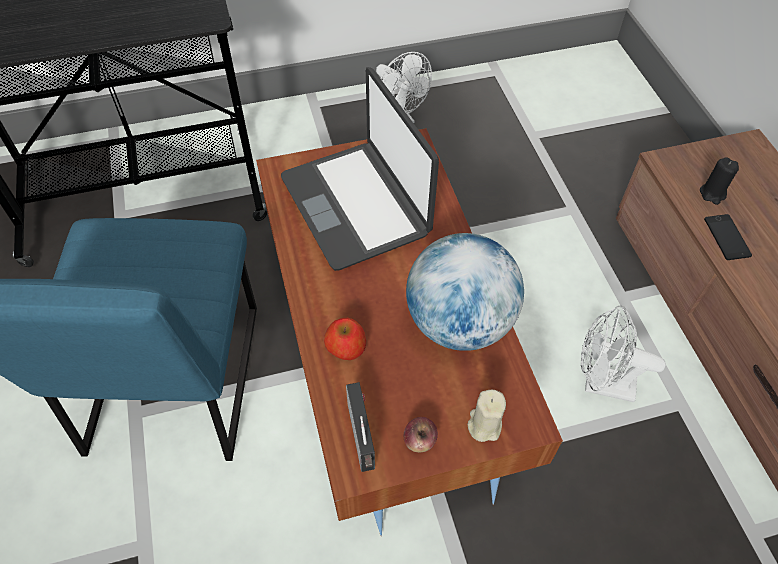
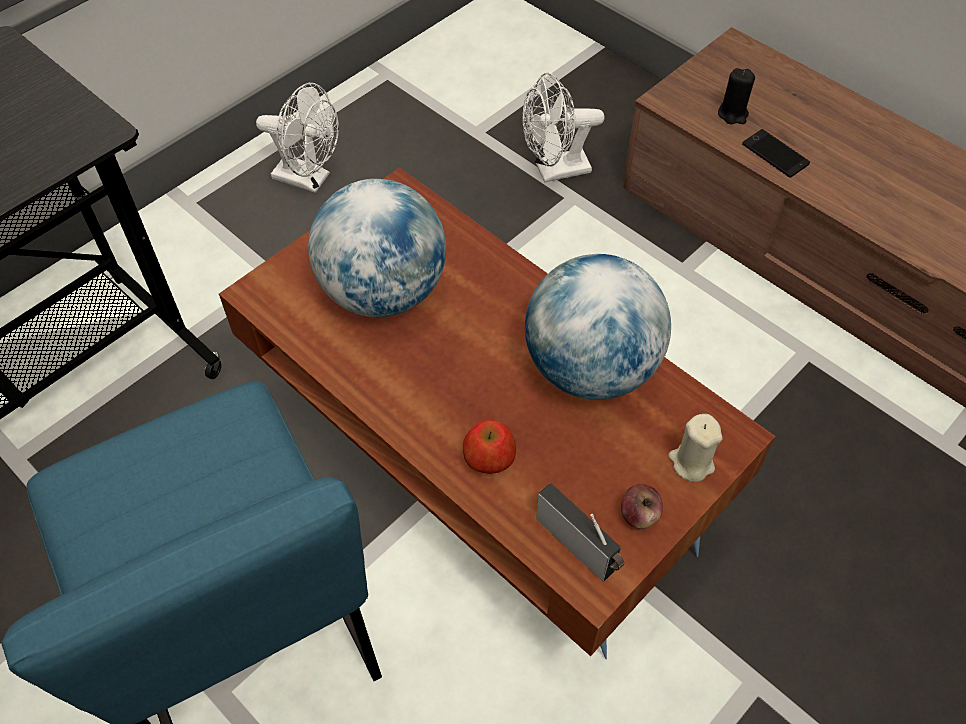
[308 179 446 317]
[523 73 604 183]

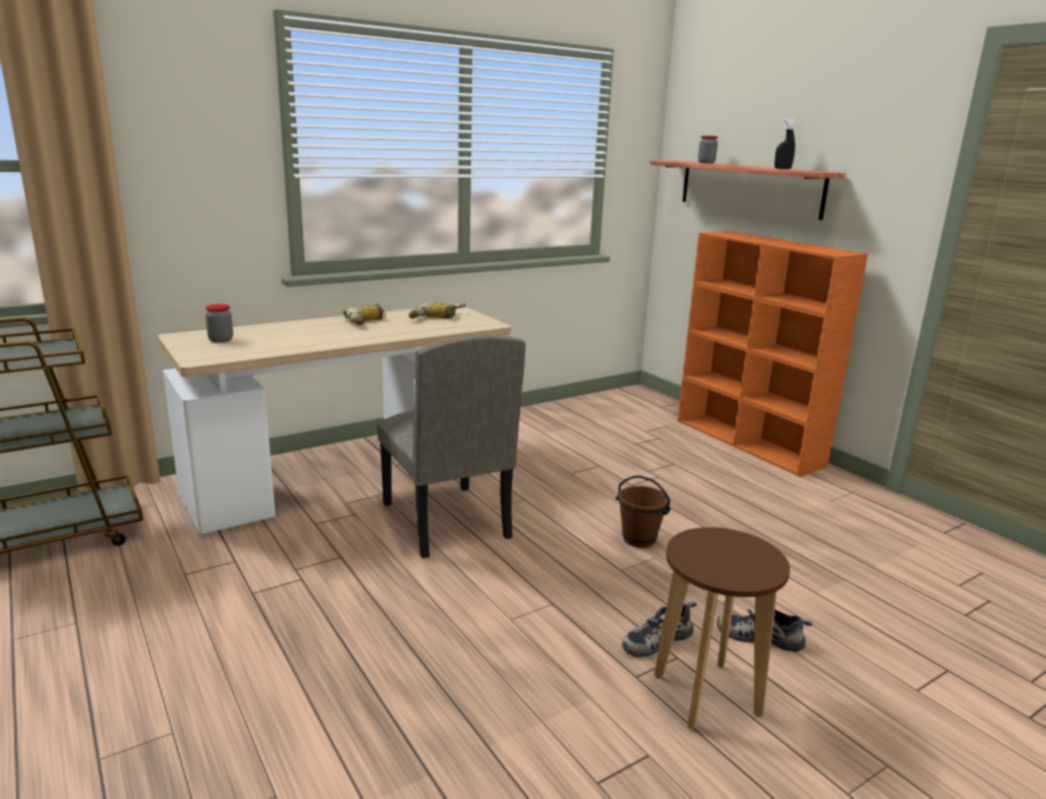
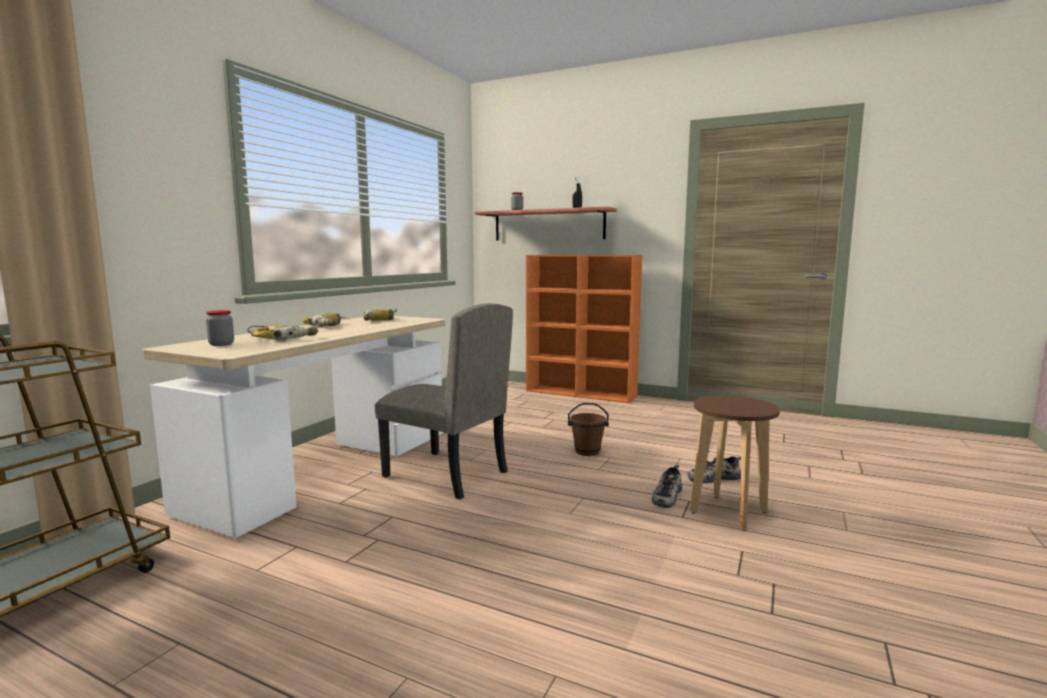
[247 324 319 340]

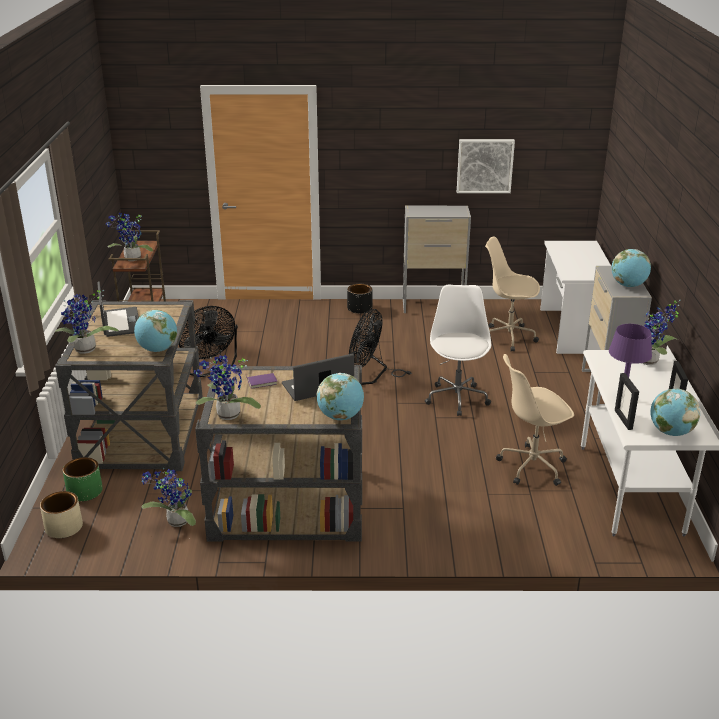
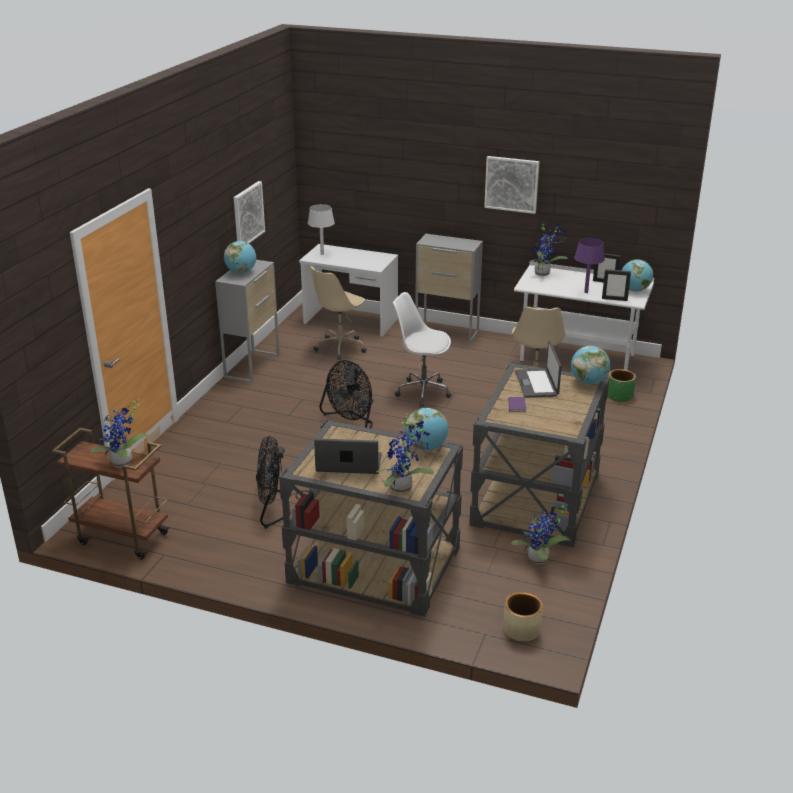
[607 369 636 402]
[194 355 261 420] (first image)
[347 284 373 314] (first image)
[224 241 256 274]
[308 204 335 255]
[484 156 540 214]

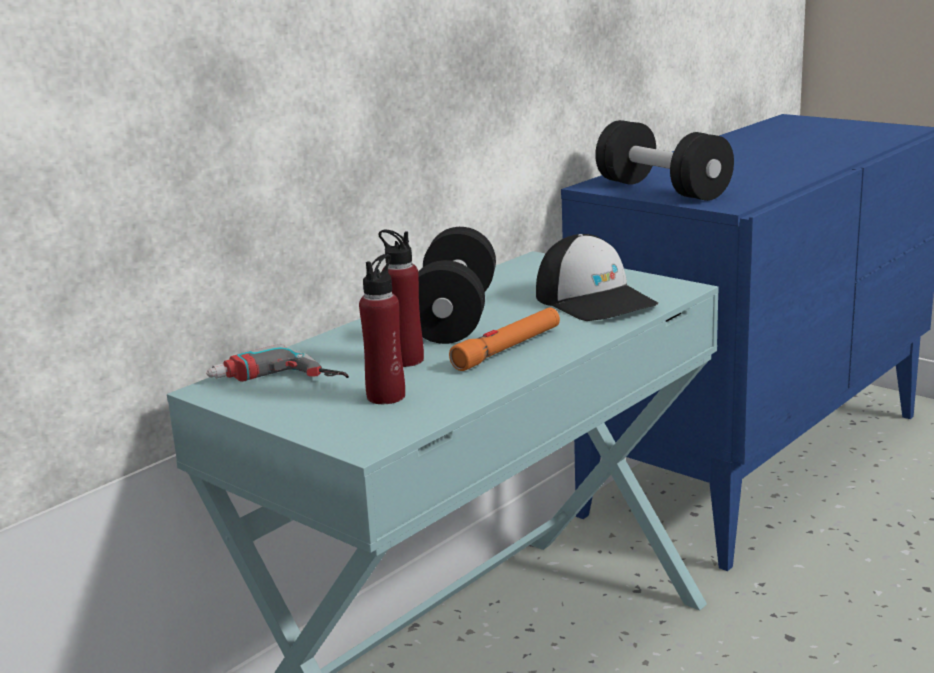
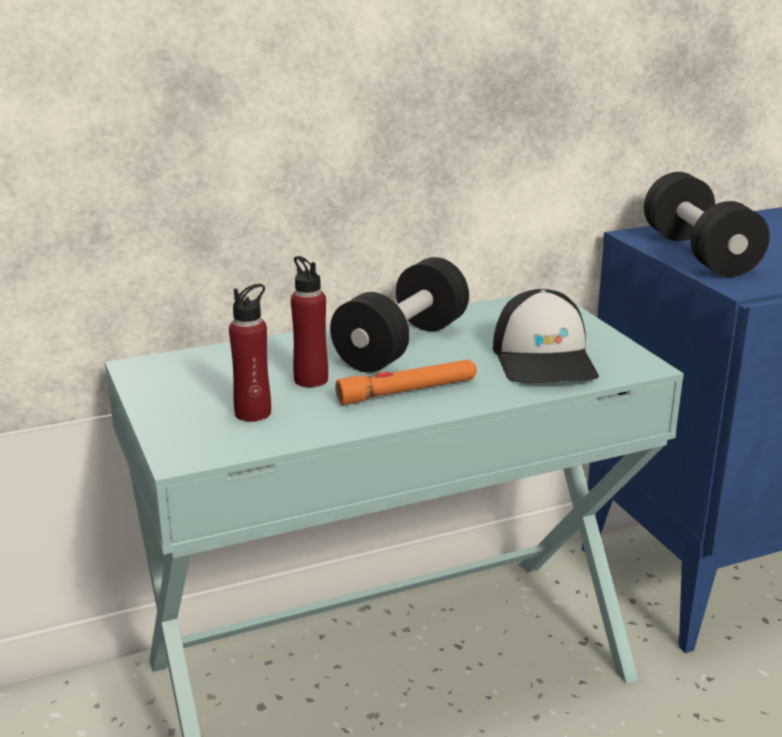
[206 344 349 382] (first image)

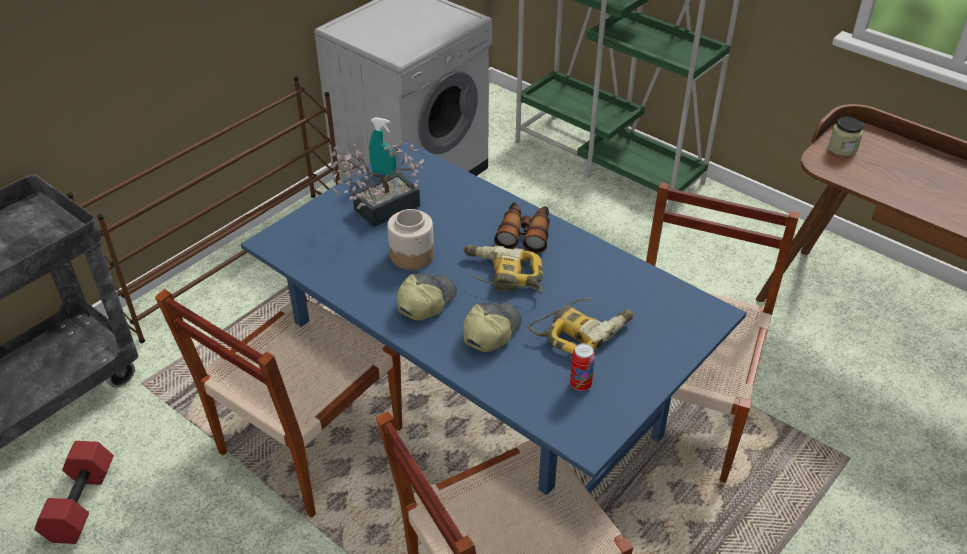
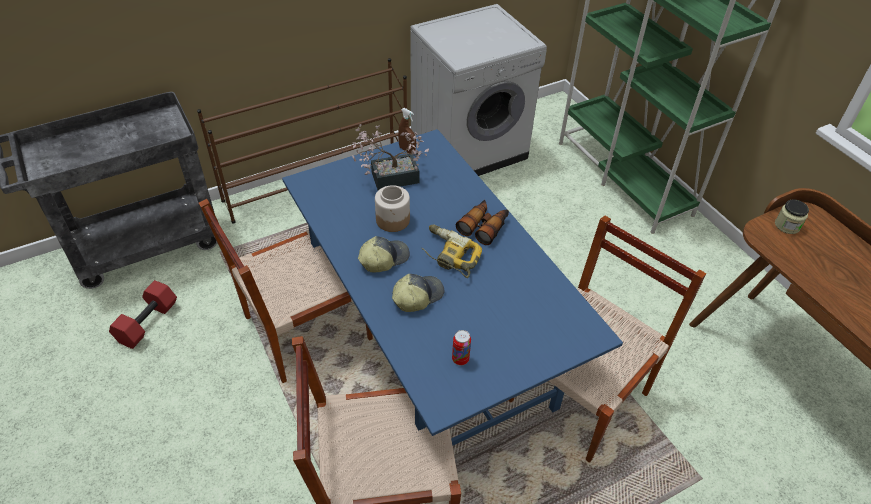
[398 108 416 153]
[529 298 633 354] (first image)

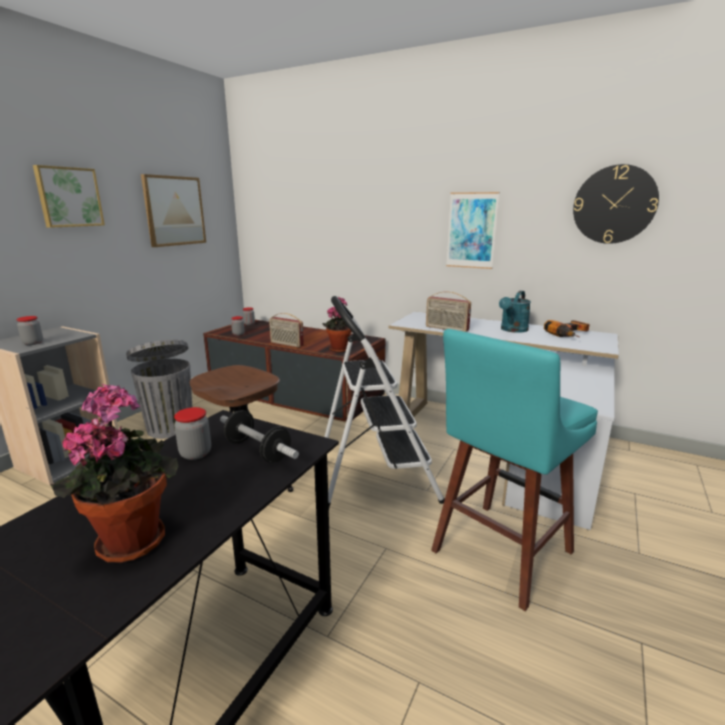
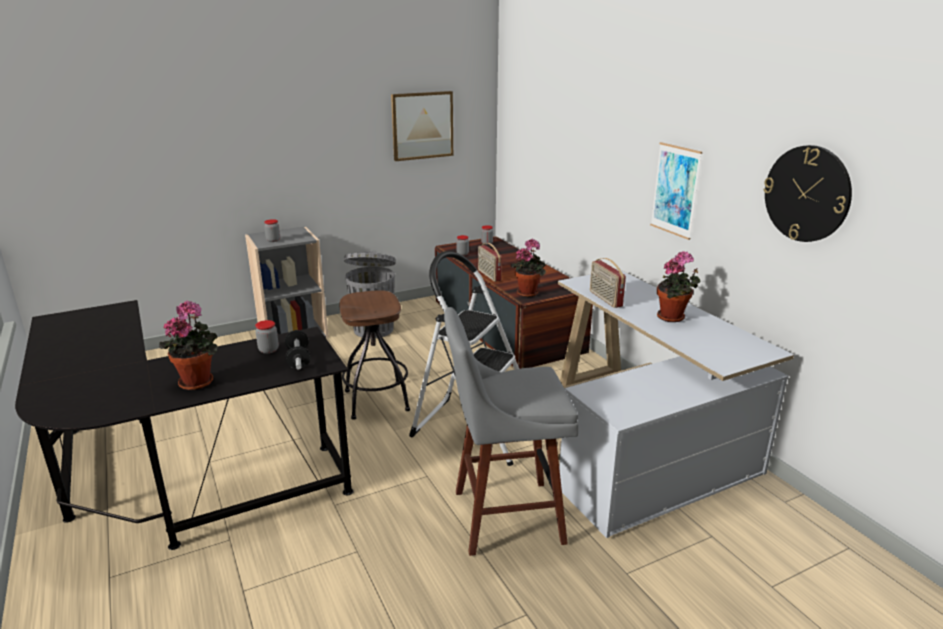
[33 165 105 228] (first image)
[444 307 578 556]
[657 251 701 322]
[544 320 590 338] (first image)

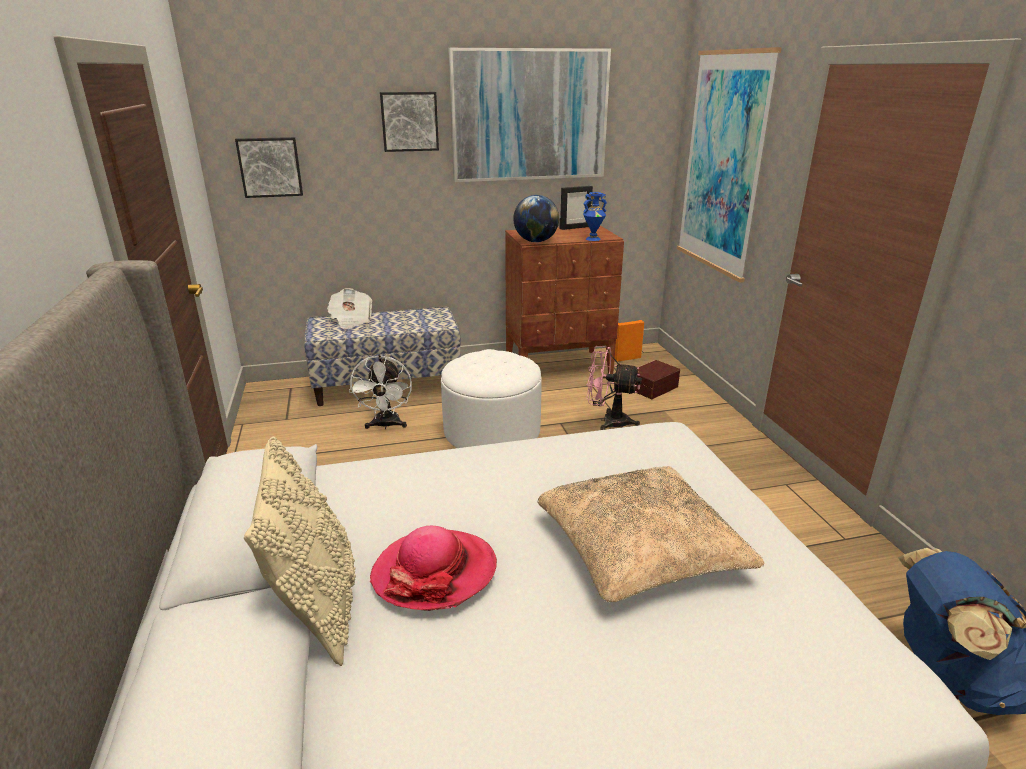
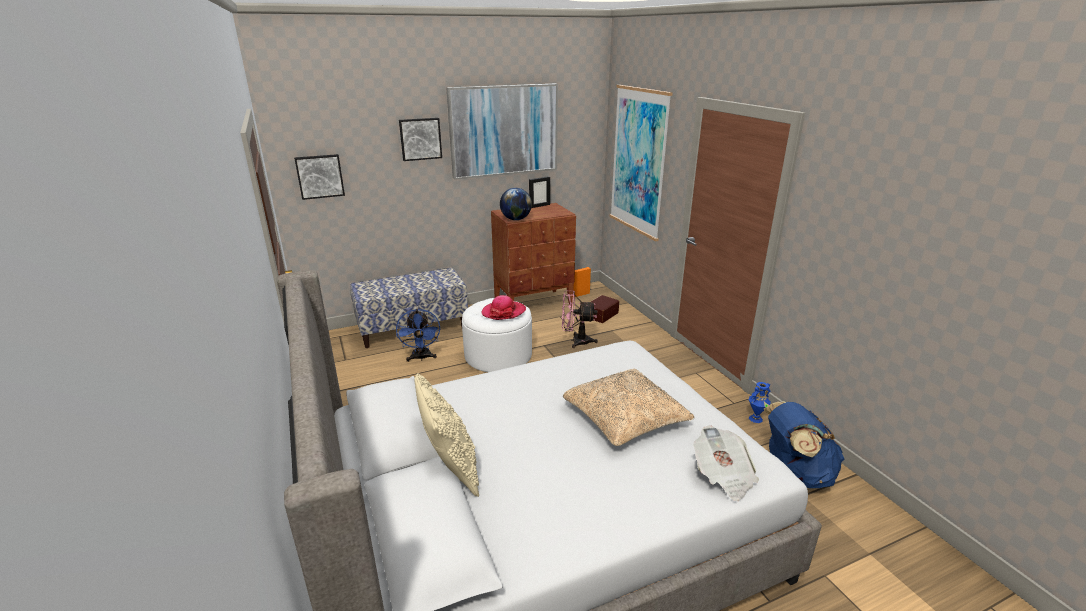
[693 425 759 501]
[396 309 441 362]
[481 295 526 320]
[749 382 771 423]

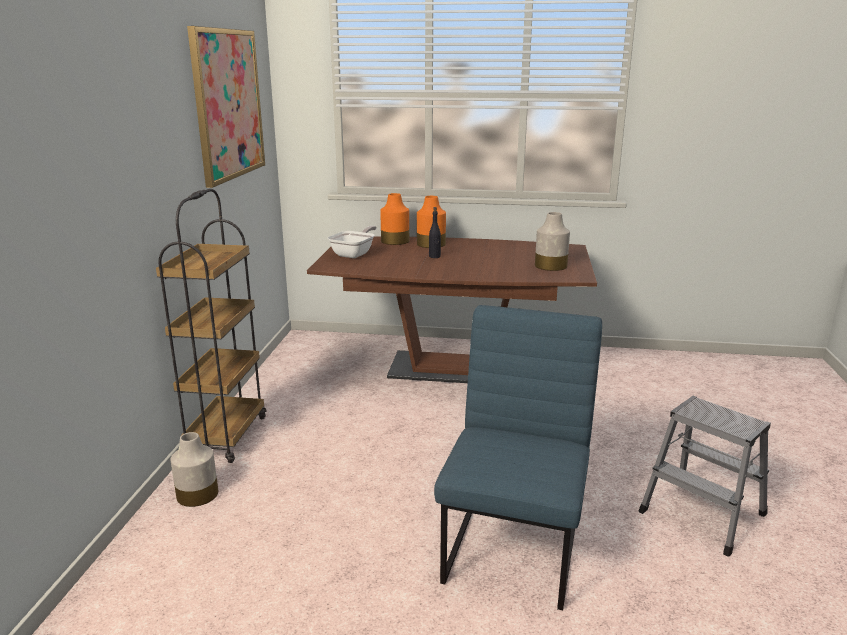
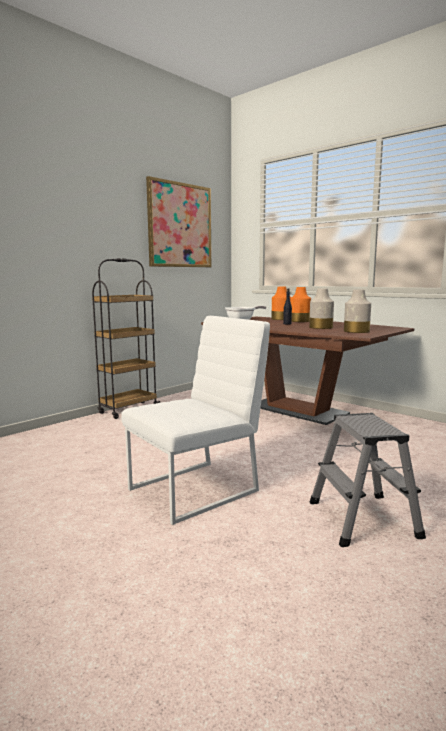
[309 289 334 329]
[121 316 270 525]

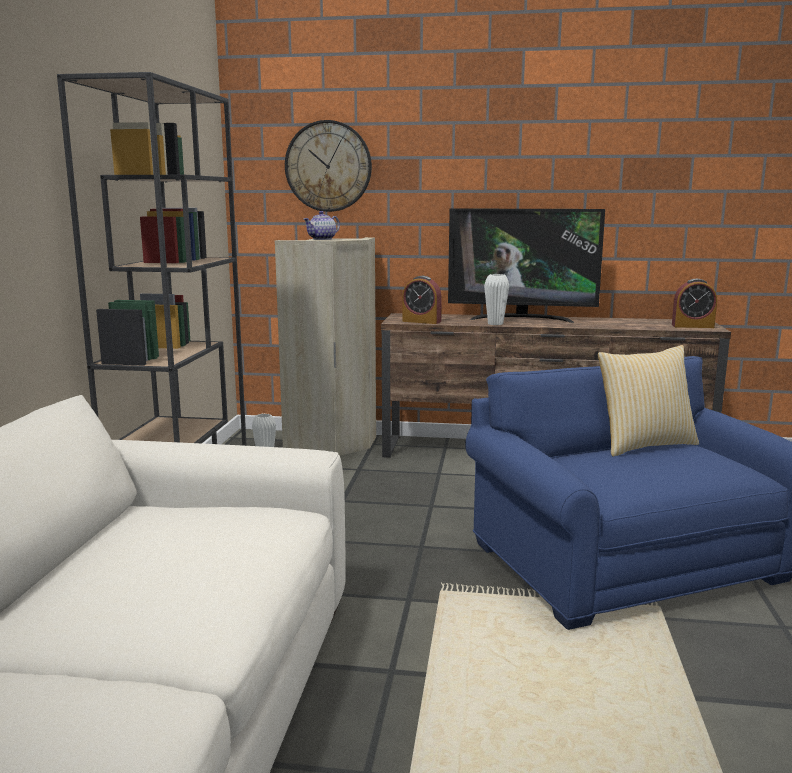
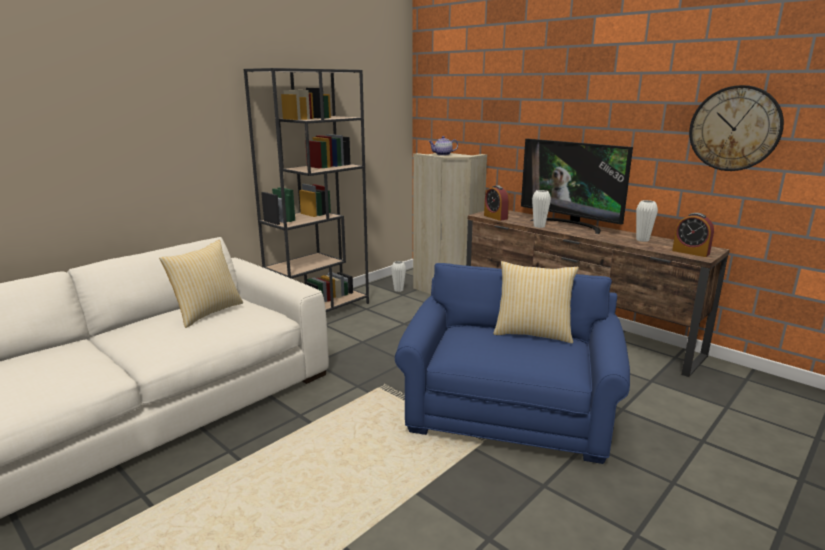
[689 85 784 171]
[159 240 243 328]
[636 200 658 242]

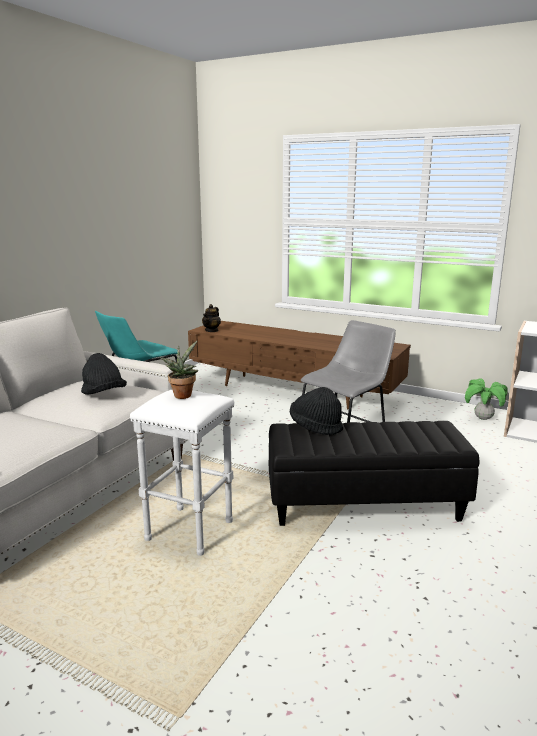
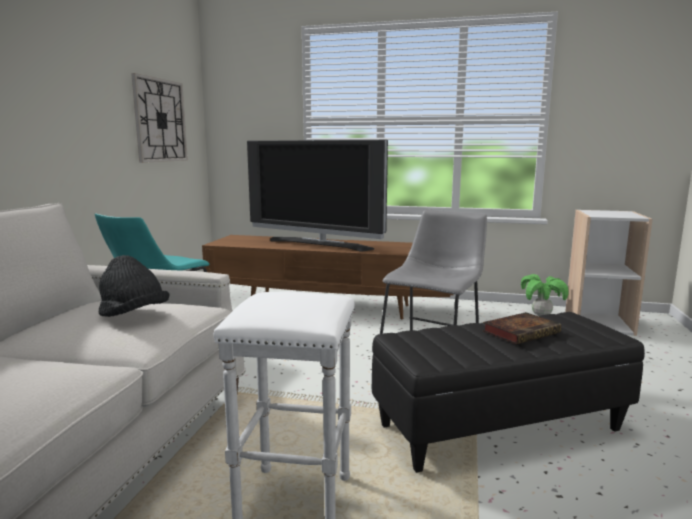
[160 341 198 399] (first image)
[202 304 221 332] (first image)
[290 387 343 435] (first image)
[131 73 188 163]
[247 140 388 252]
[483 312 561 344]

